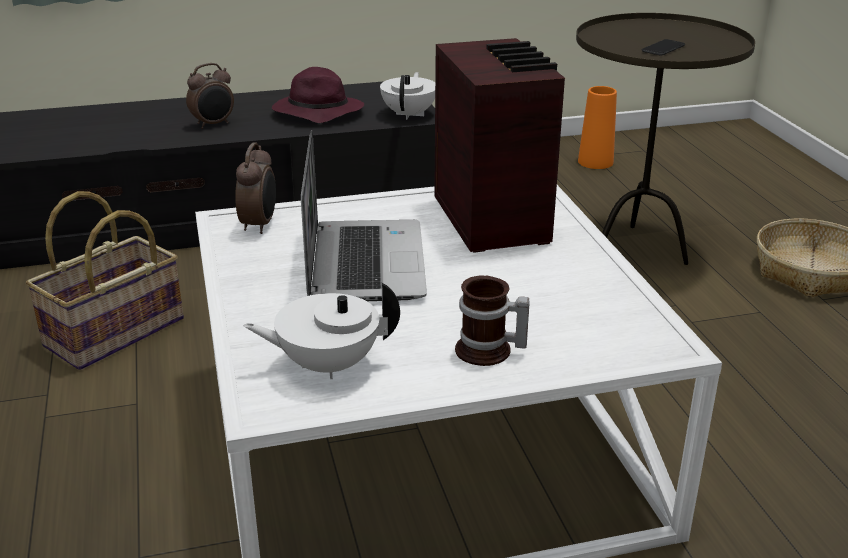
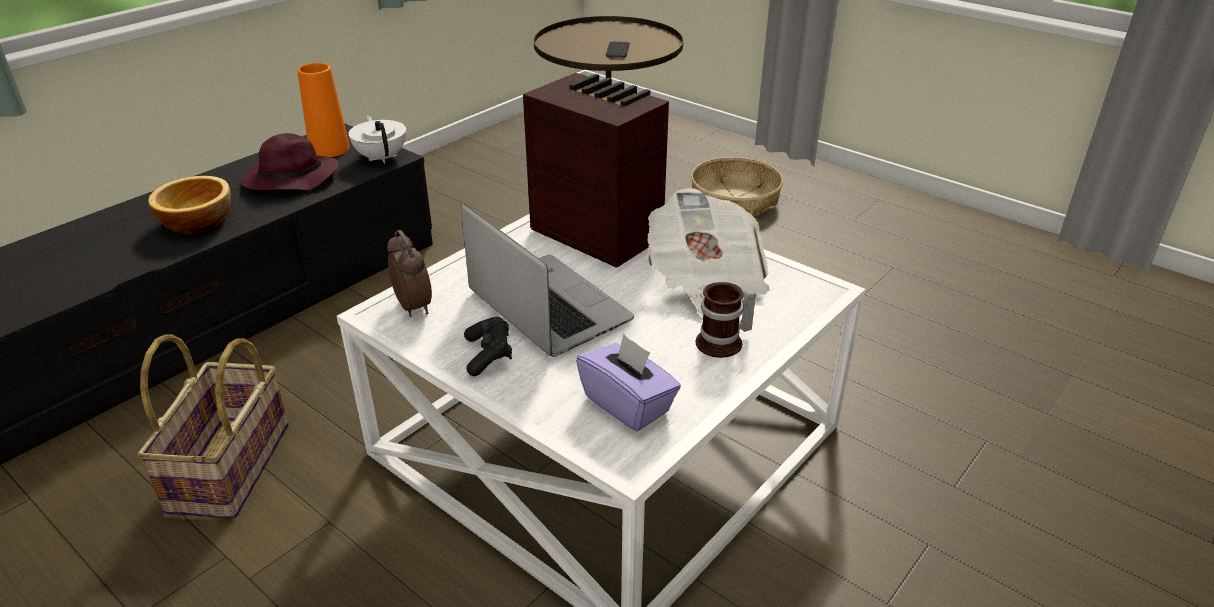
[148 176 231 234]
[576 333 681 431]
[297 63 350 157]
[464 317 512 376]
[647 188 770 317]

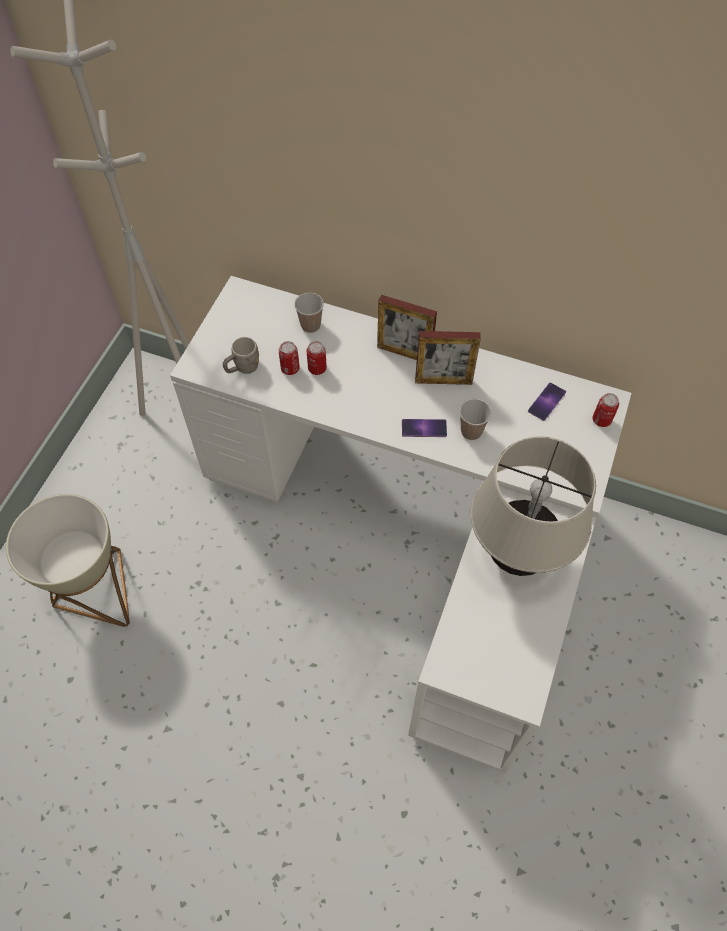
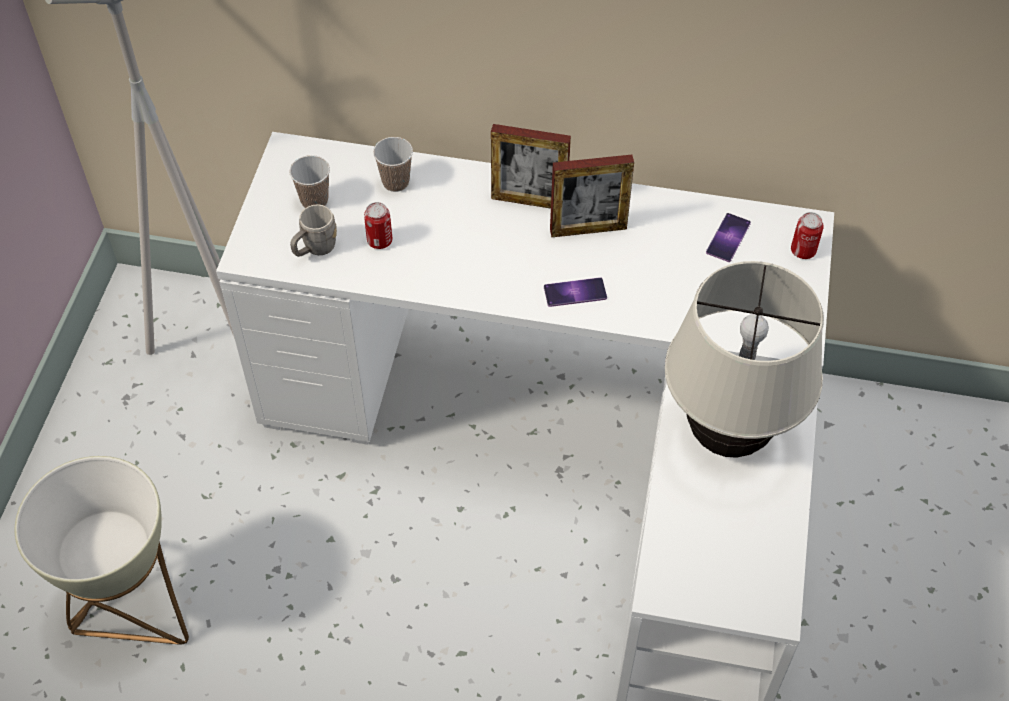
[306 341 327 375] (first image)
[289 155 330 208]

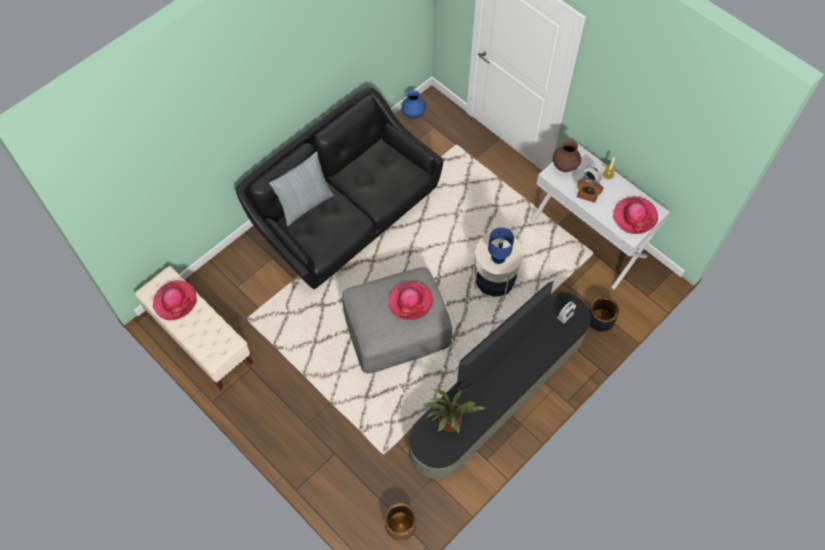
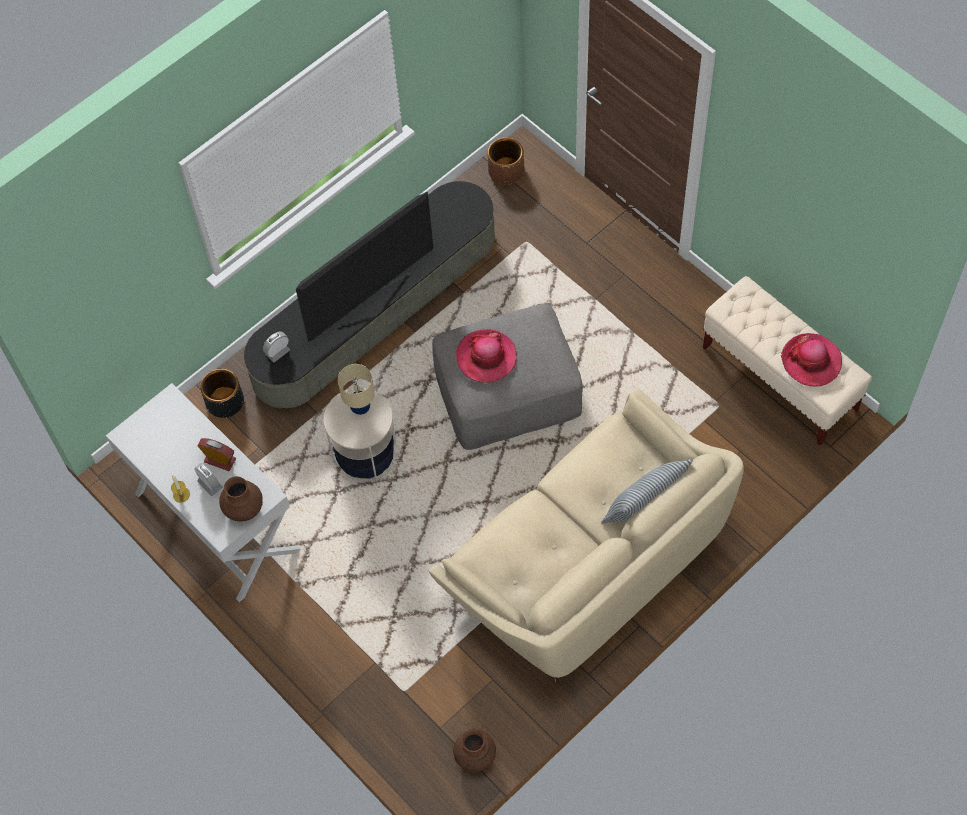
[429 388 744 683]
[453 729 496 772]
[422 389 485 434] (first image)
[338 364 375 415]
[613 197 658 234] (first image)

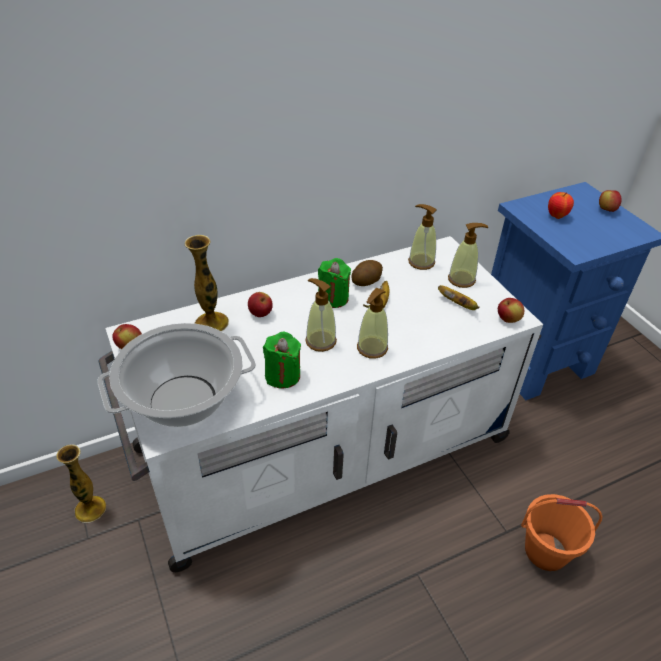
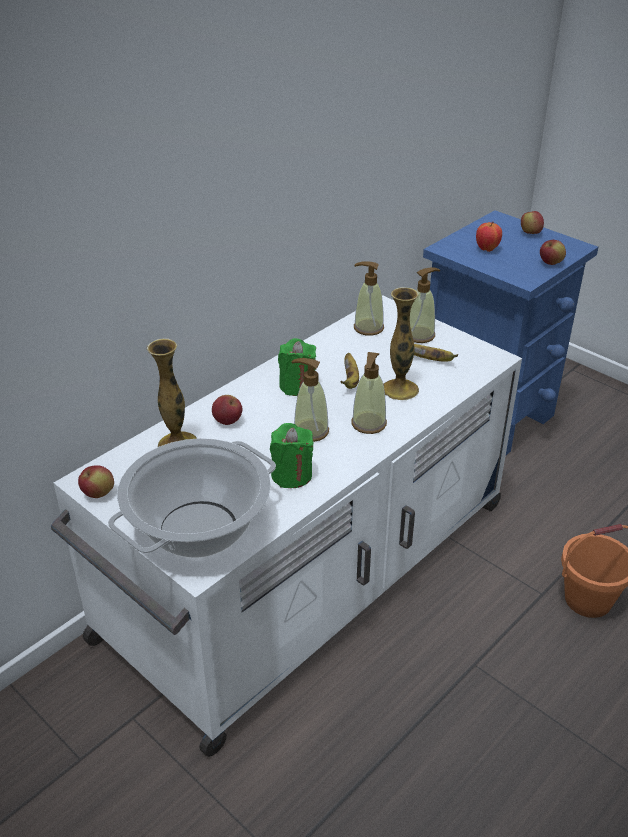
[383 287 419 400]
[351 260 383 286] (first image)
[540 240 566 265]

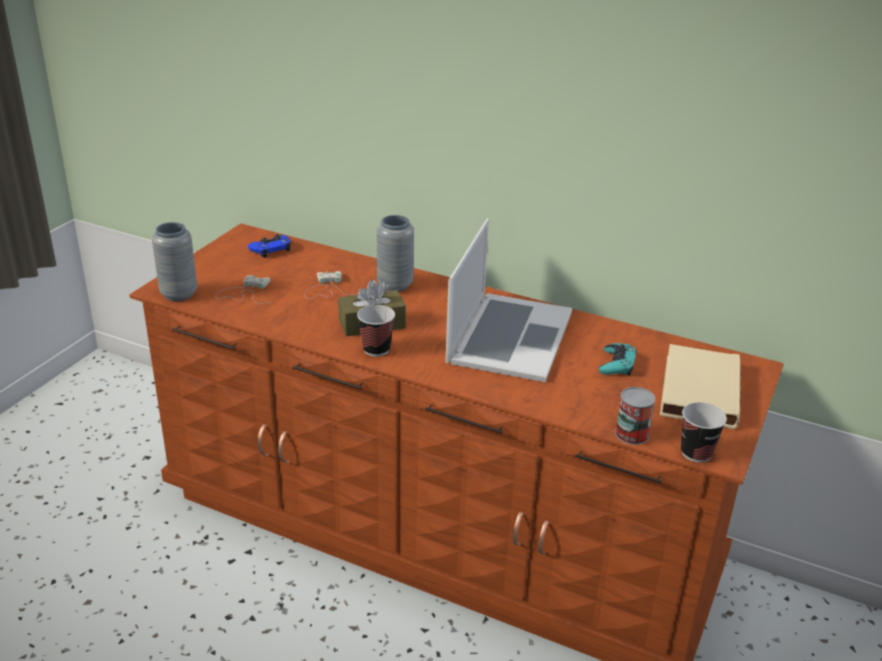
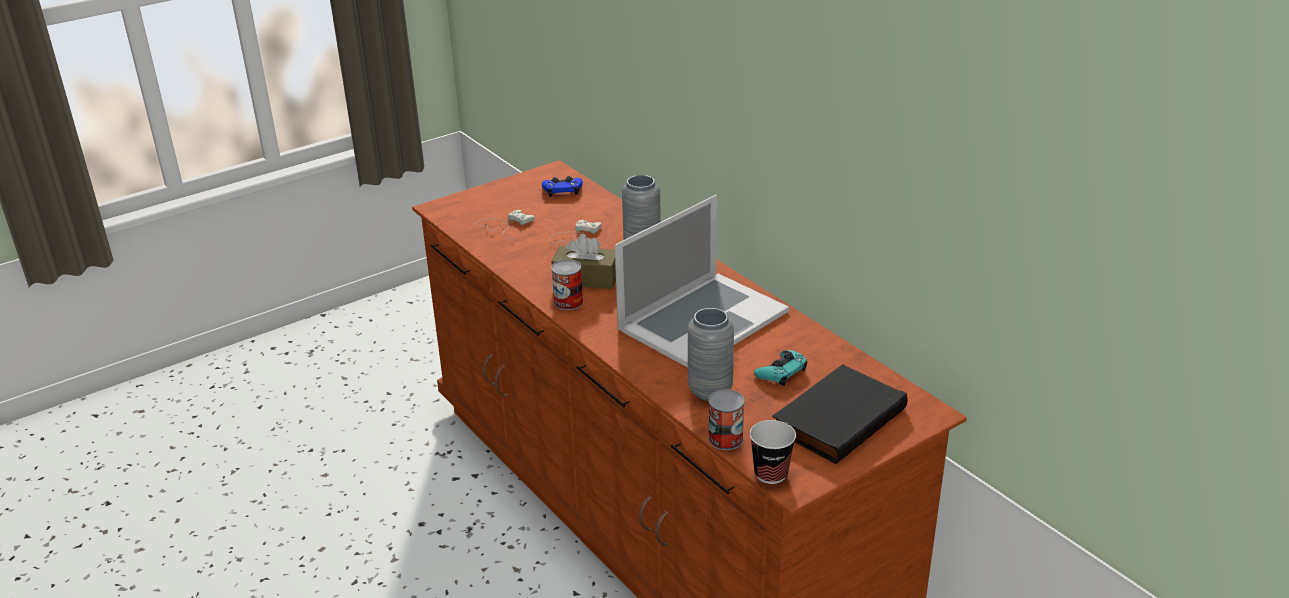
[688 308 734 401]
[551 259 583 310]
[772 364 908 464]

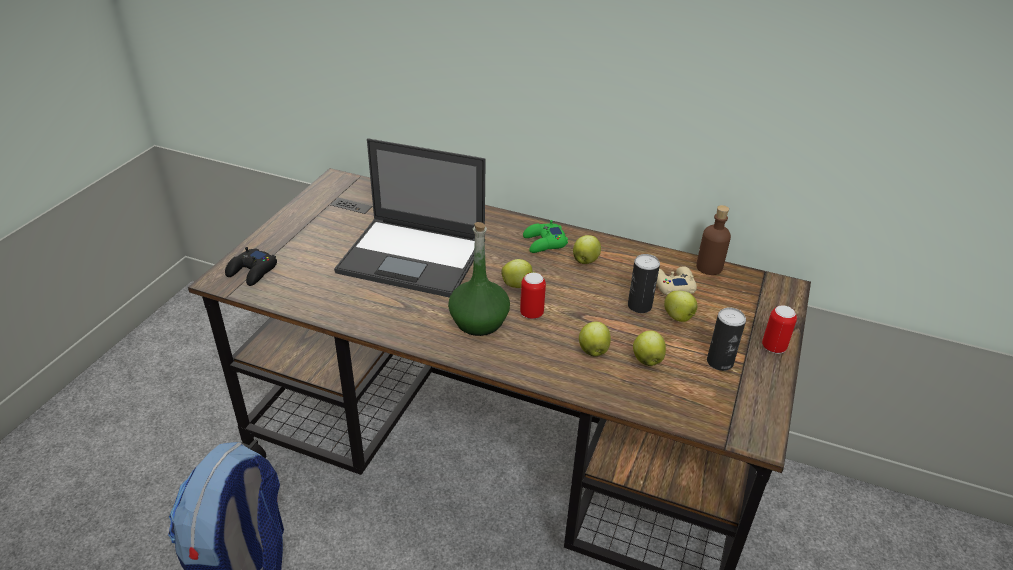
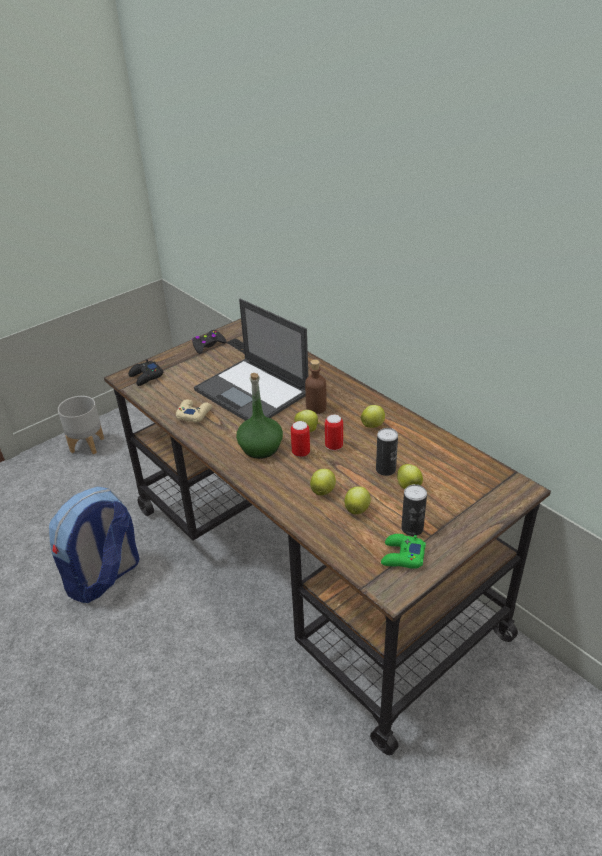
[381 534 426 569]
[176 399 212 422]
[305 359 327 414]
[325 414 343 451]
[58 396 104 454]
[192 330 227 354]

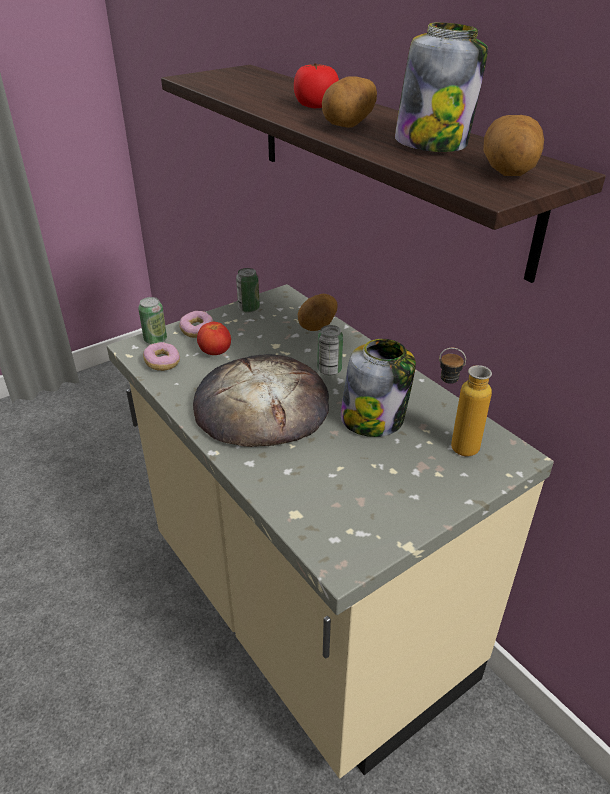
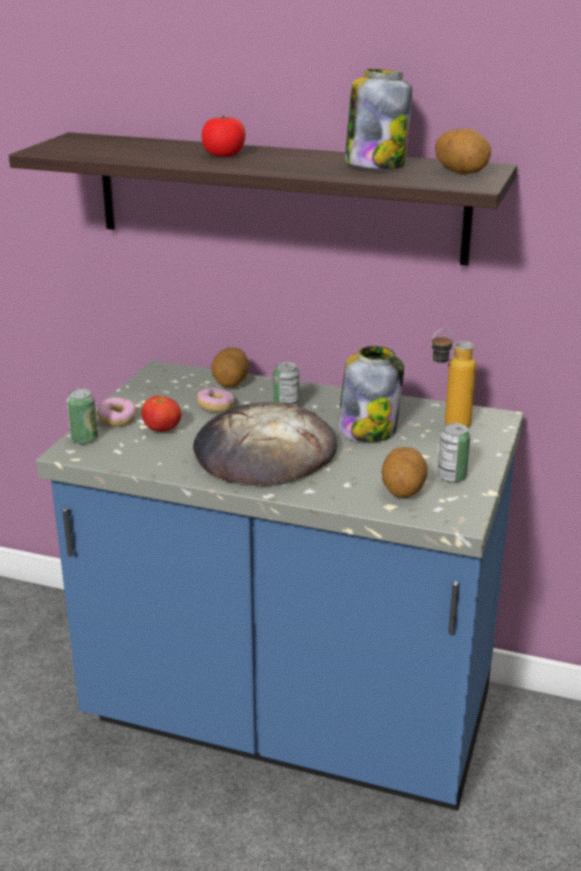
[36 361 524 811]
[197 388 235 412]
[438 423 470 483]
[381 447 427 498]

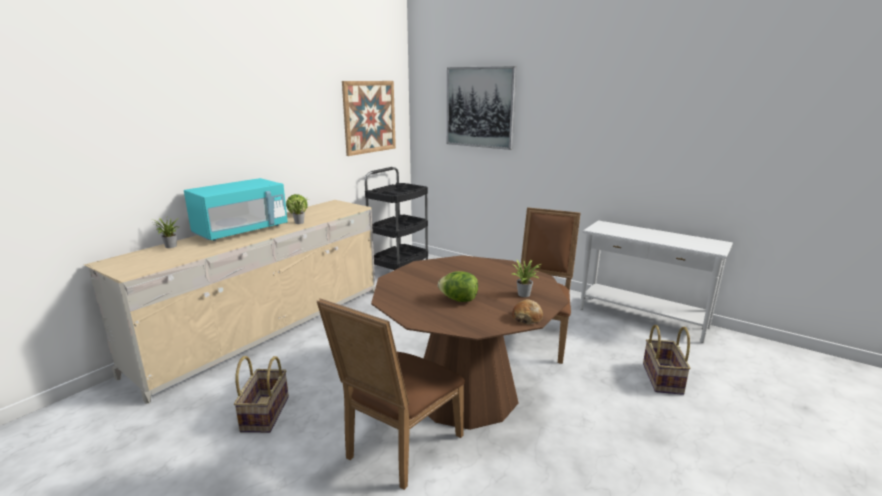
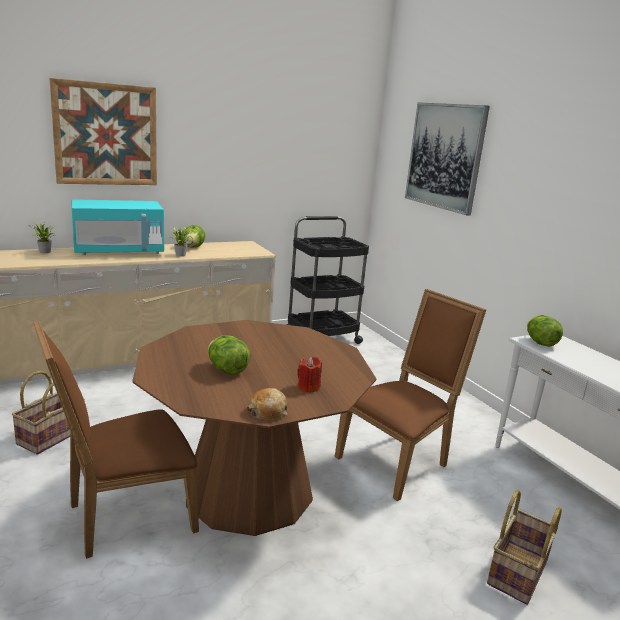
[50 78 157 185]
[297 357 322 393]
[527 315 563 347]

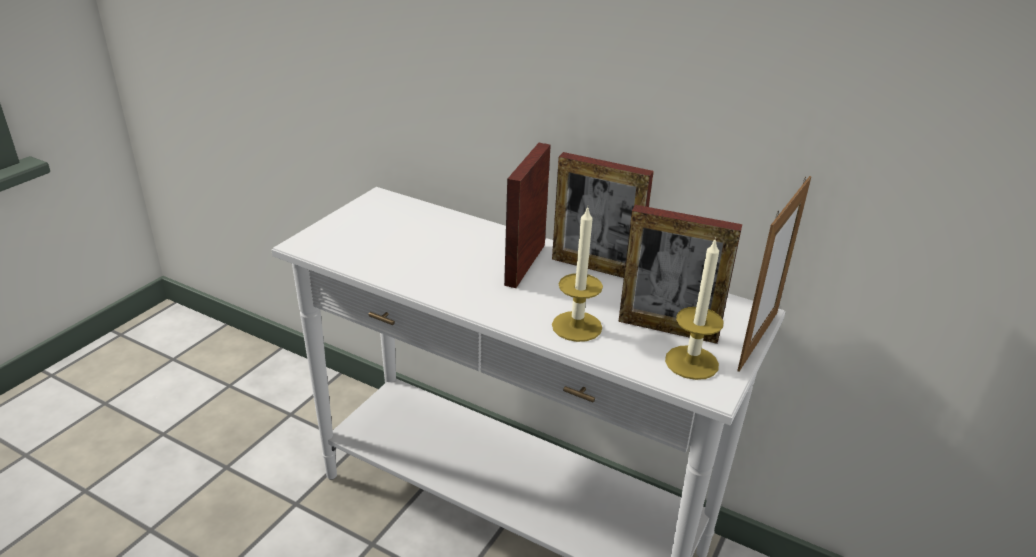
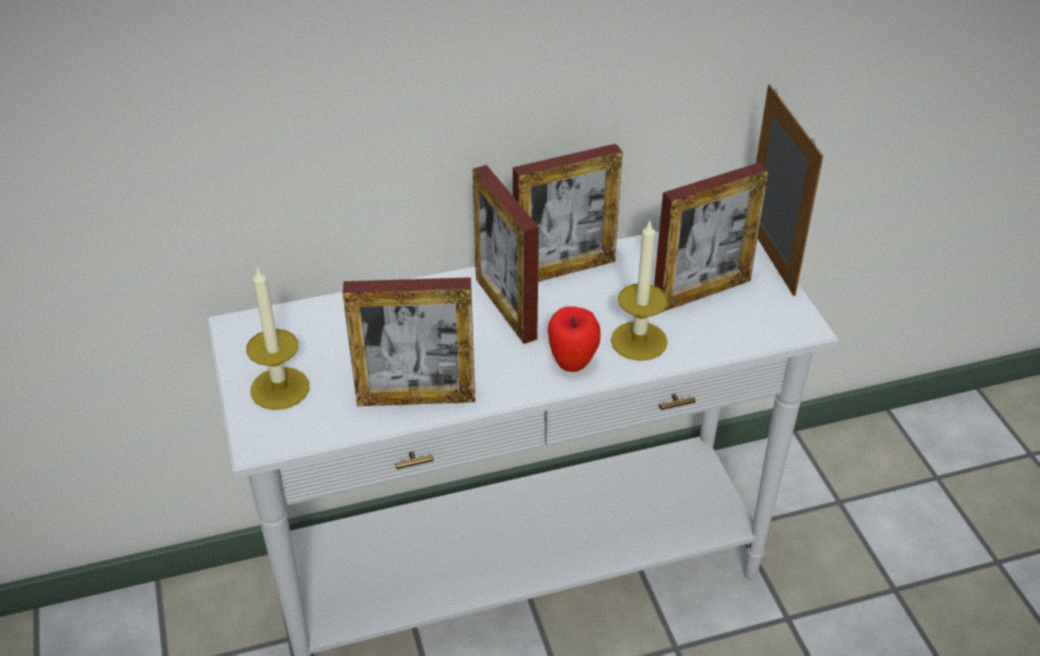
[246 266 310 410]
[343 277 475 406]
[548 306 601 372]

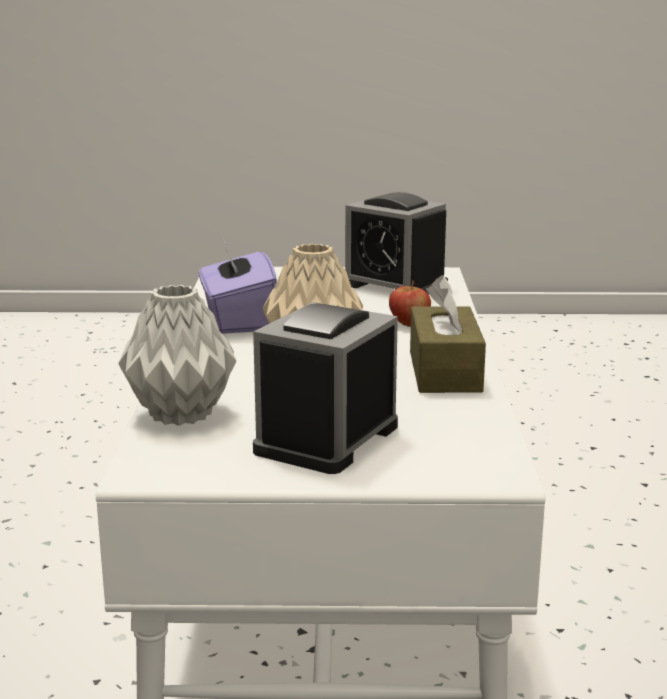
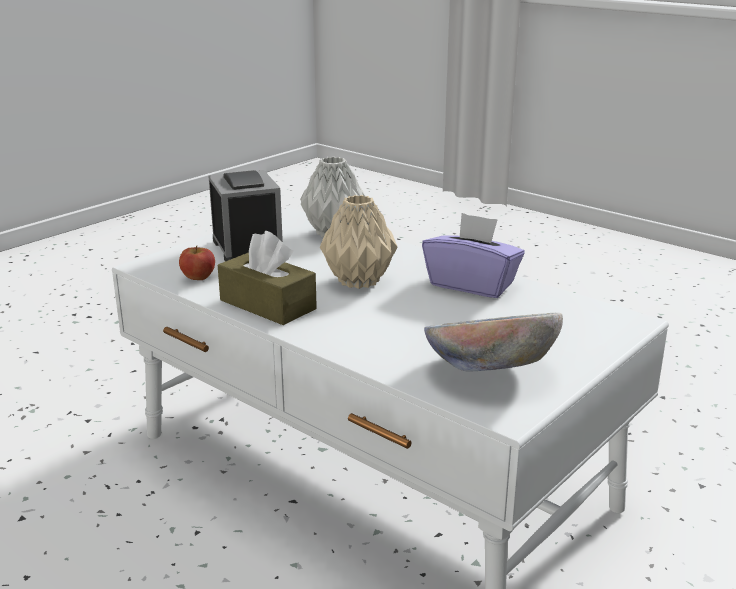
[424 313 563 372]
[179 246 215 280]

